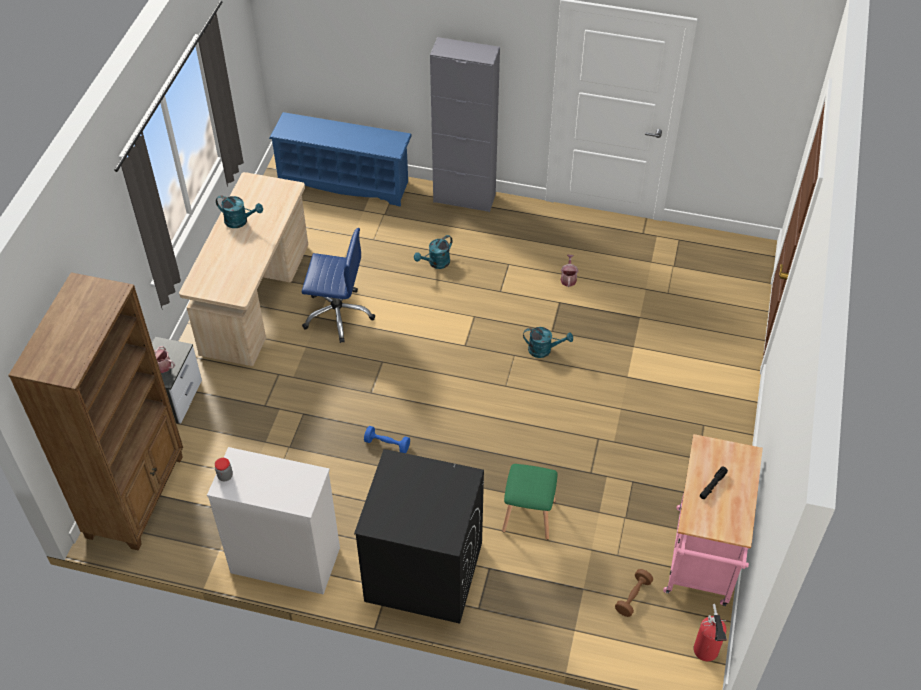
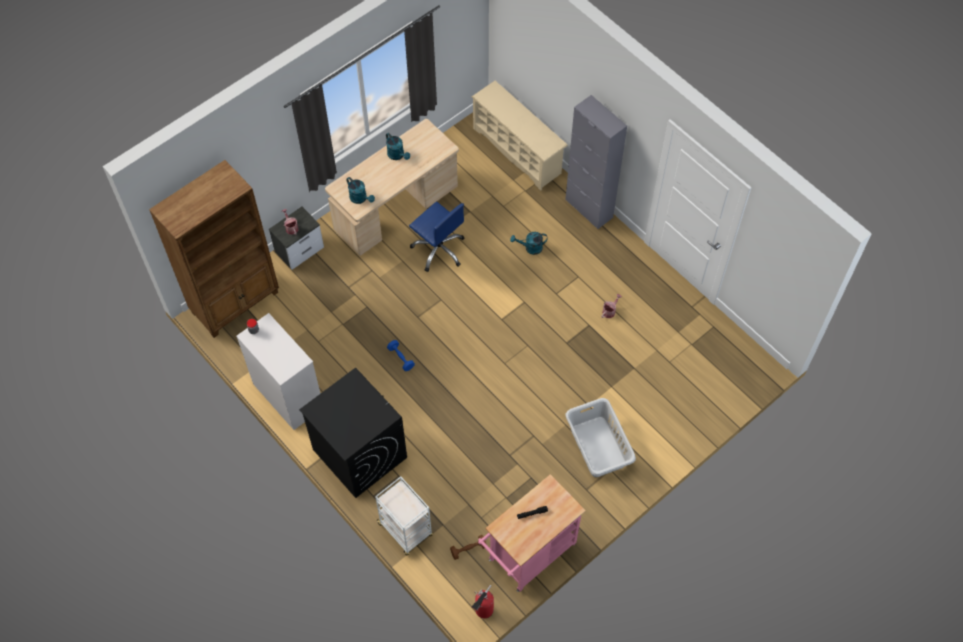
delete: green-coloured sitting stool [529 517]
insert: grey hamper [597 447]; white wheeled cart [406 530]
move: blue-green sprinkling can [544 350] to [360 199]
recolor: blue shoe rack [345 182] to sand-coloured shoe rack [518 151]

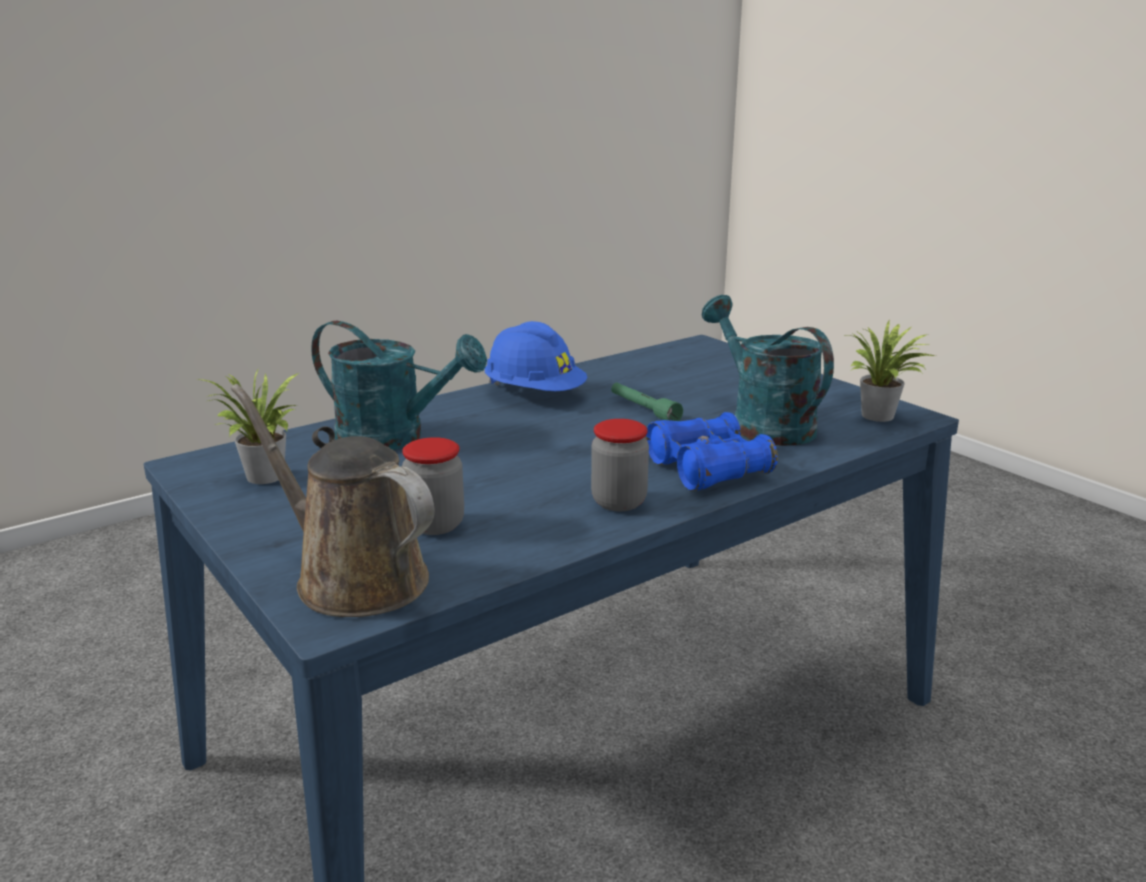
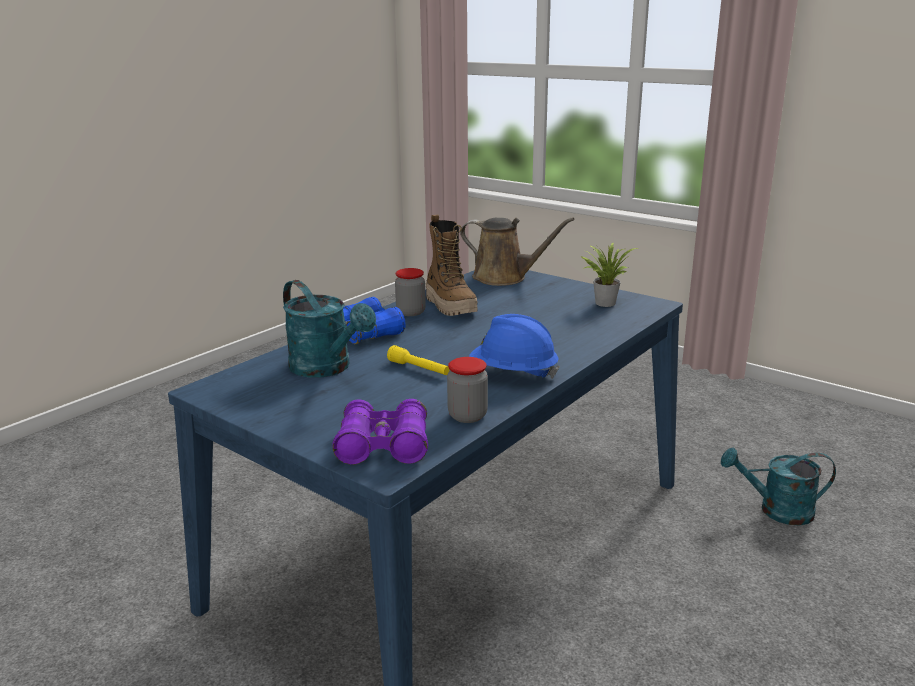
delete: plant in a pot [880 417]
insert: high-top boot [451 306]; purplish field glasses [383 446]
move: blue-green sprinkling can [395 438] to [776 510]; preserve jar [435 525] to [467 416]
recolor: green-coloured torch [643 410] to yellow-coloured torch [419 369]

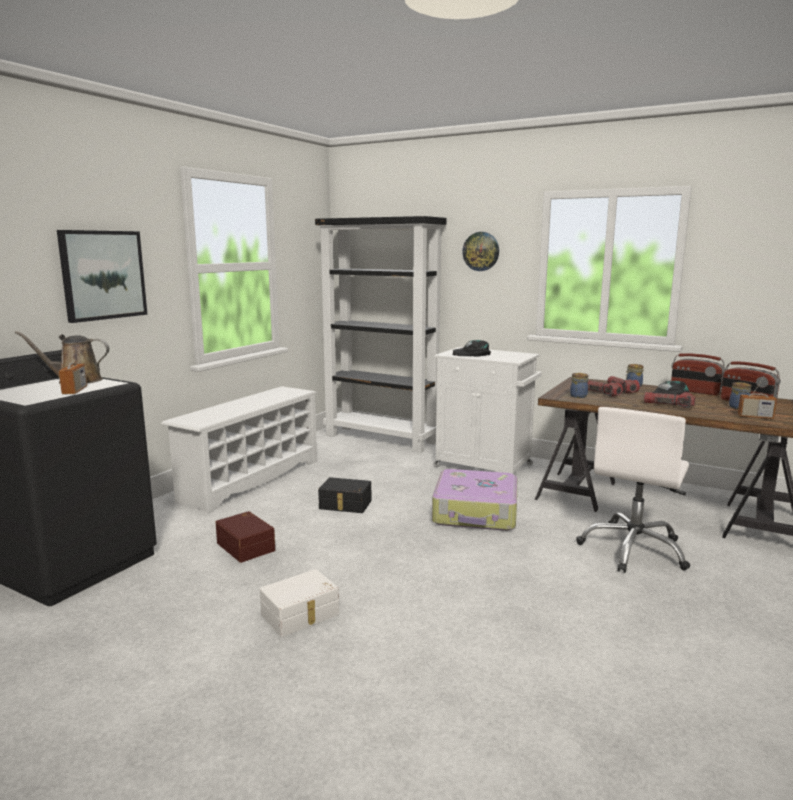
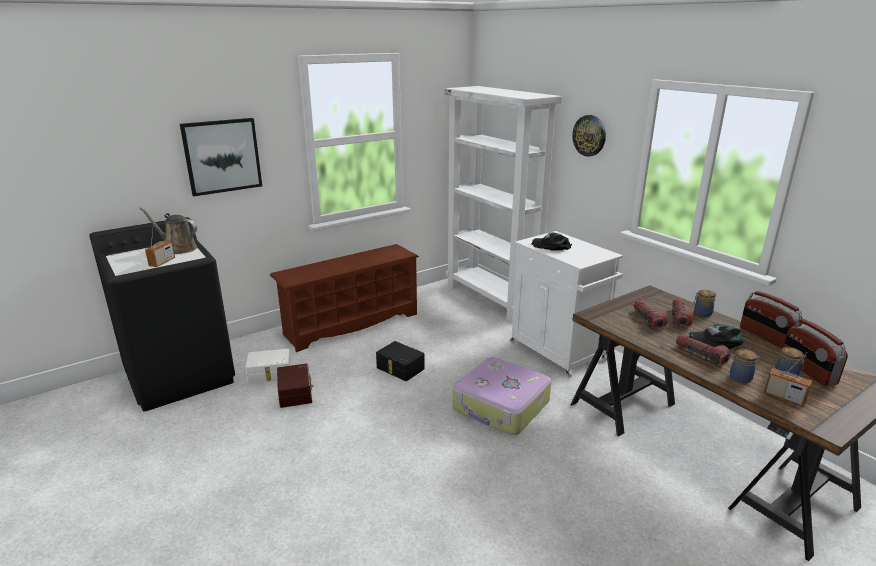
delete: white desk chair [634 549]
move: preserve jar [579 396] to [741 378]; white storage container [301 615] to [270 374]
recolor: blackish bookshelf [382 438] to white bookshelf [492 299]; white shoe rack [250 479] to brownish shoe rack [351 323]

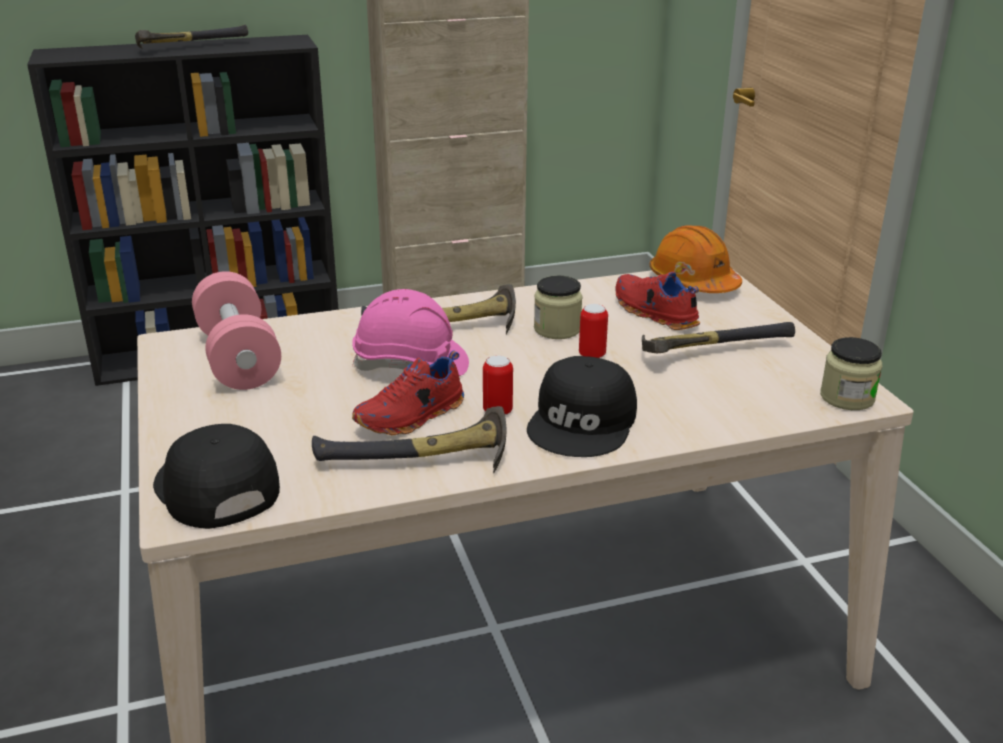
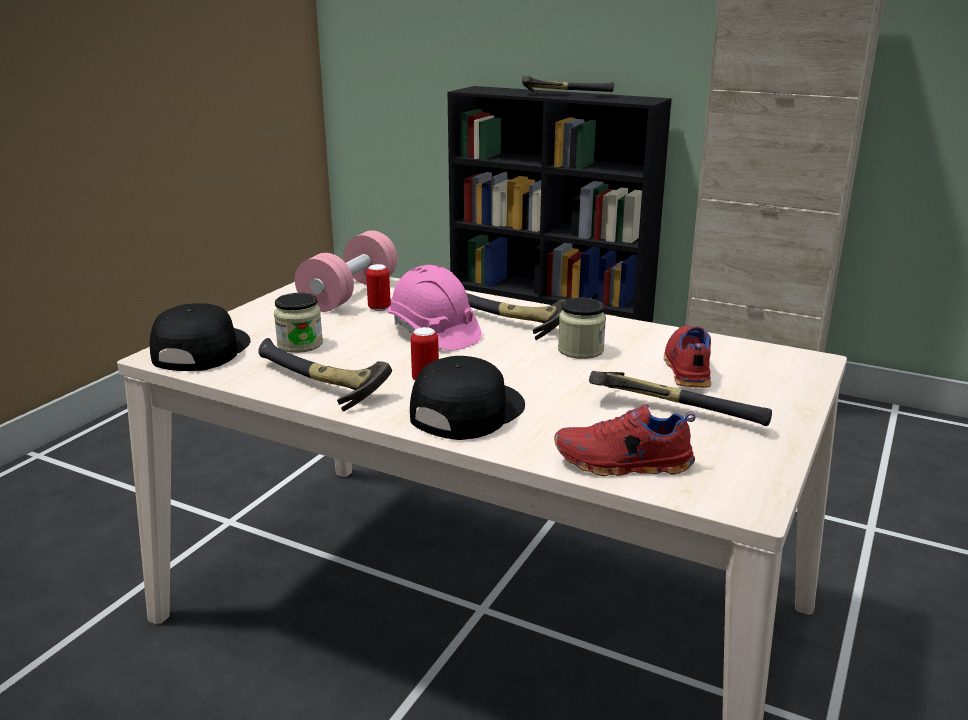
delete: orangey hard hat [693 282]
move: metal can [592 355] to [379 308]; preserve jar [847 397] to [300 344]; reddish shoe [412 417] to [623 464]
rotate: blackish cap [584 422] = [466 411] 150 degrees clockwise

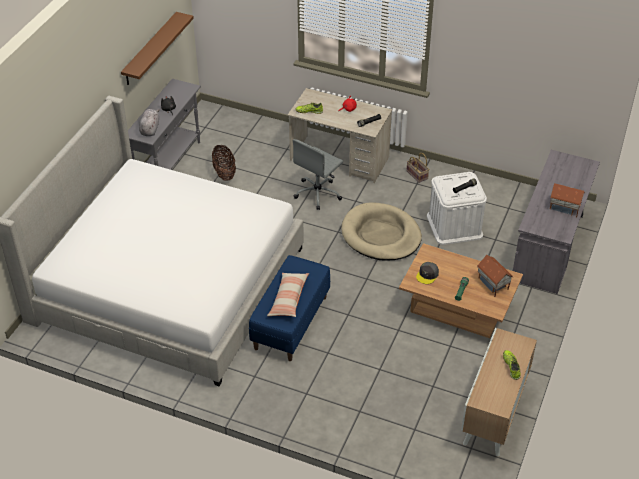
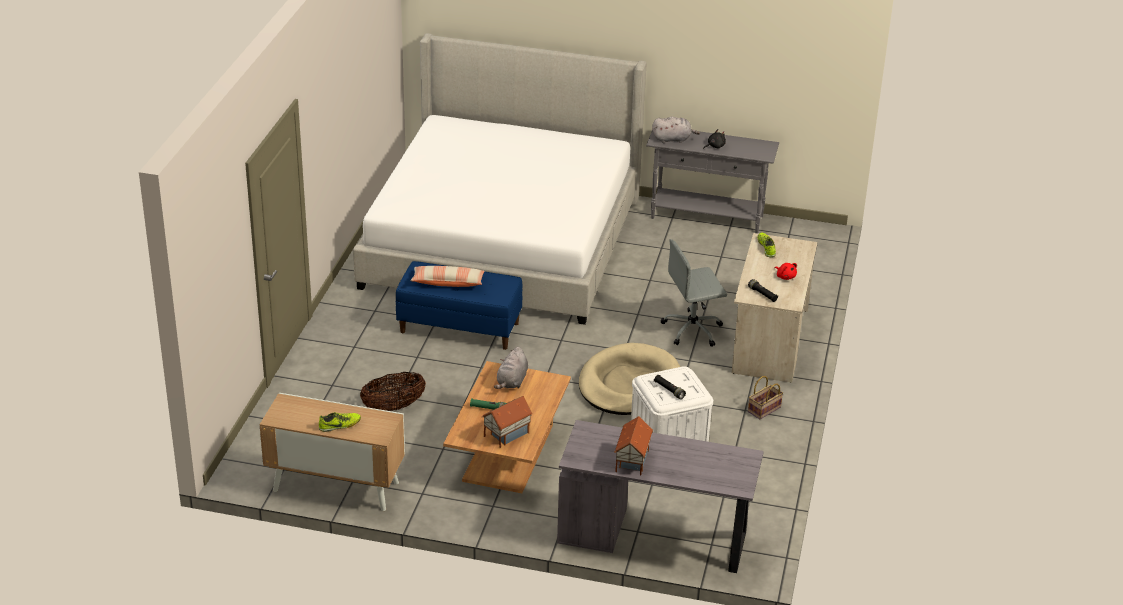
delete: brownish bracket shelf [150 49]
move: basket [224 173] to [393 407]
replace: grey cap [427 275] to grey plush toy [512 381]
rotate: grey desk chair [318 193] = [693 330] 45 degrees counterclockwise

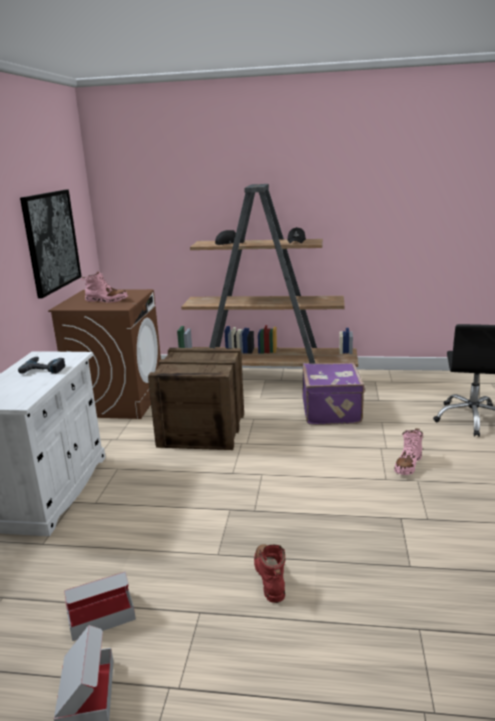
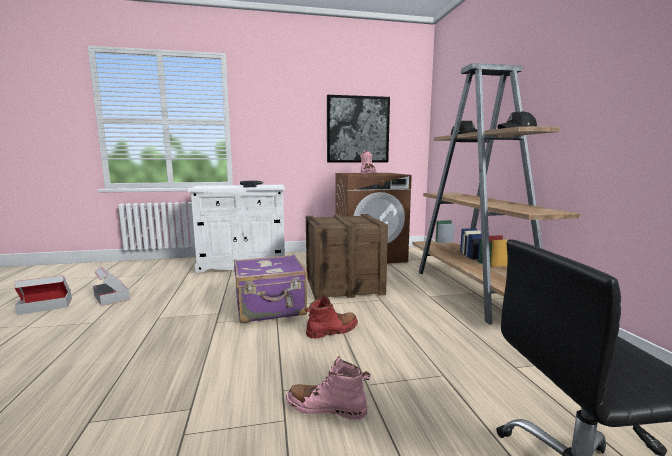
move: purplish travel case [332 411] to [271 309]; reddish high-top boot [270 578] to [332 330]

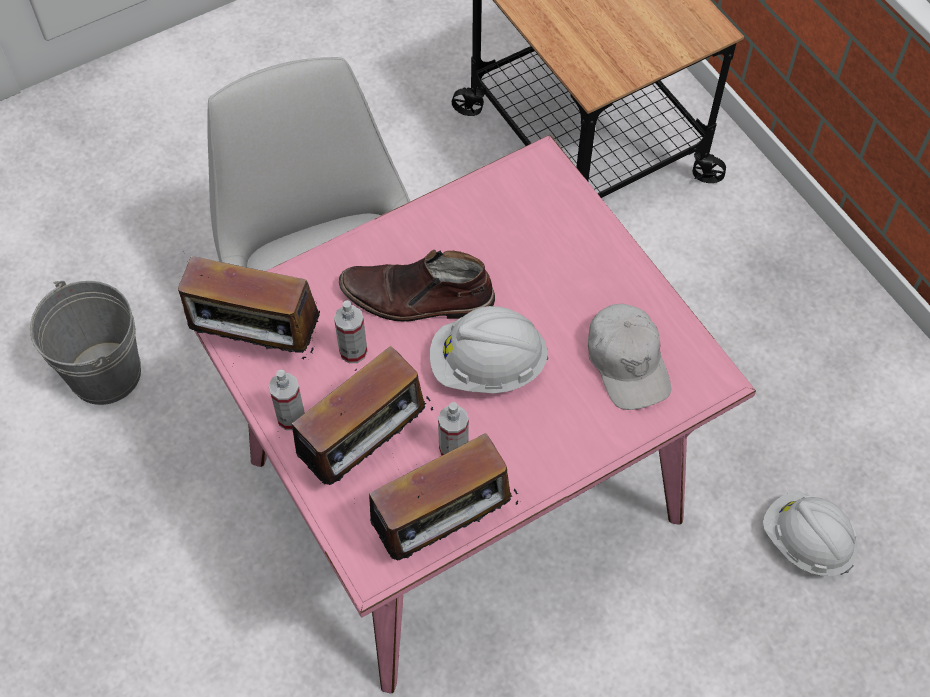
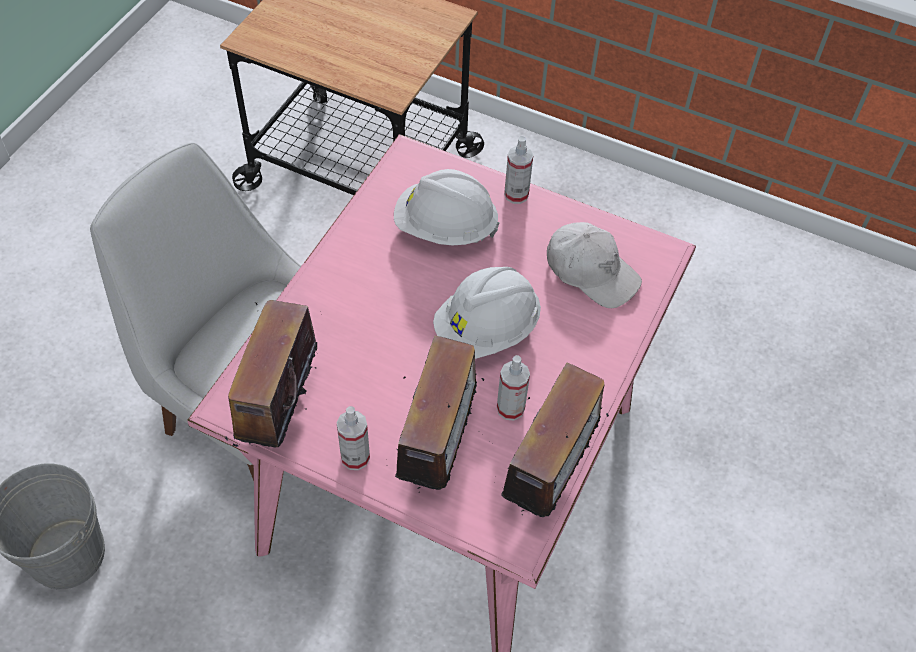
delete: brownish high-top boot [417 299]
move: sprayer [353 351] to [516 194]; white hard hat [806 542] to [445 228]
rotate: radio receiver [258 342] = [278 411] 120 degrees clockwise

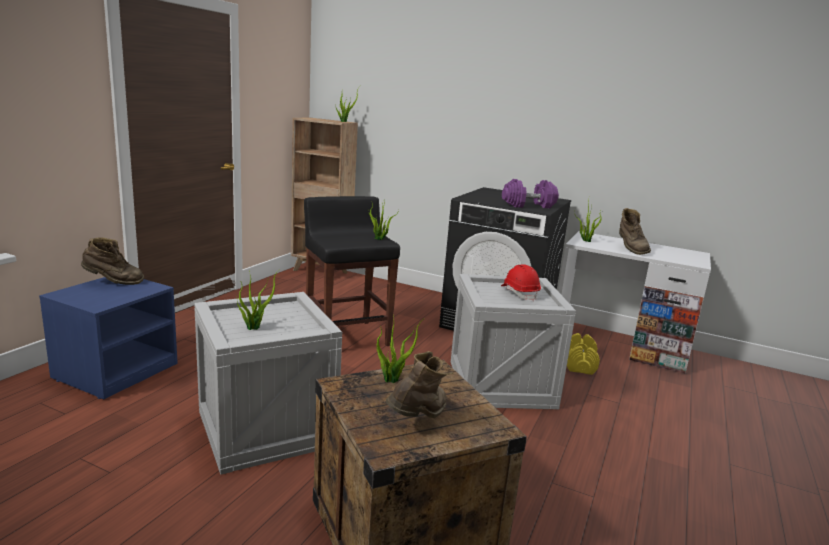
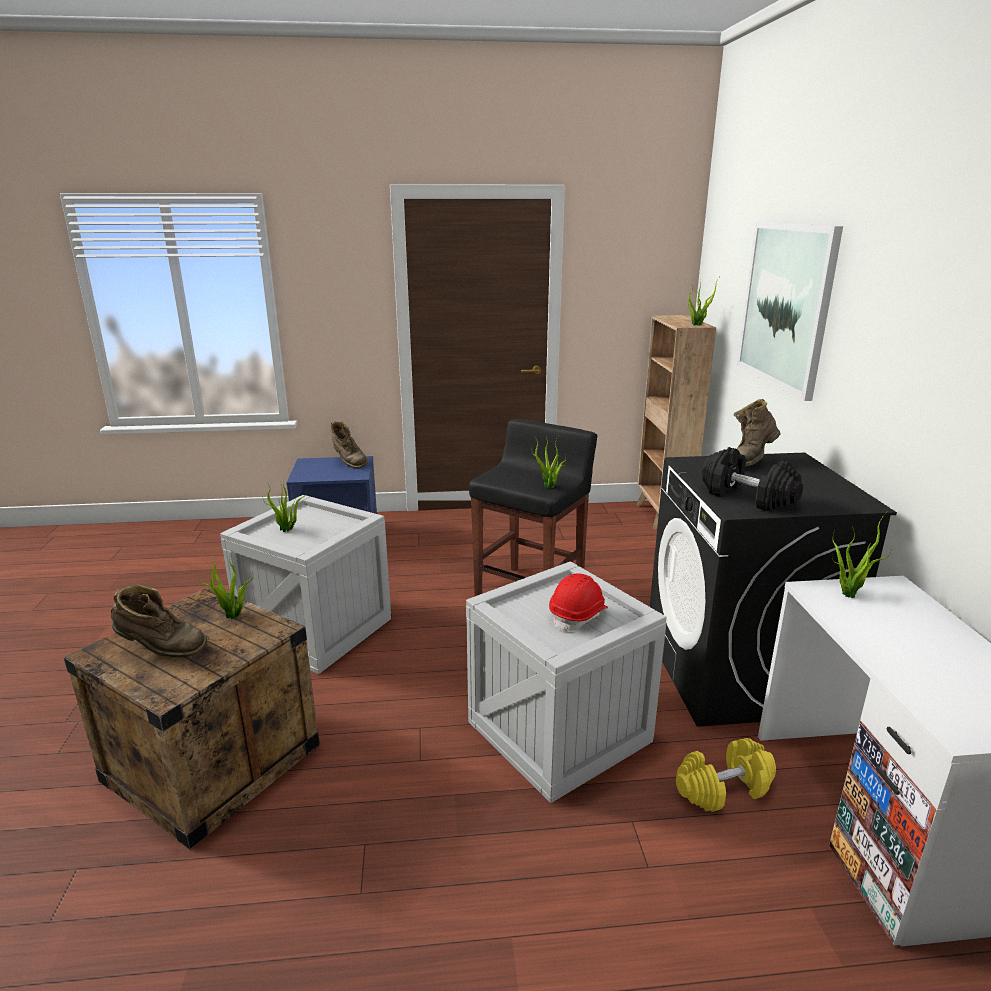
insert: picture [786 305]
move: brownish high-top boot [630 249] to [751 461]
recolor: purplish dumbbell [528 205] to blackish dumbbell [748 497]

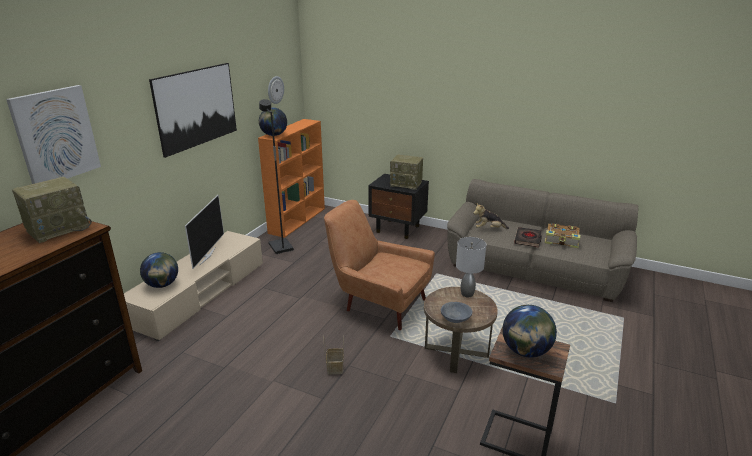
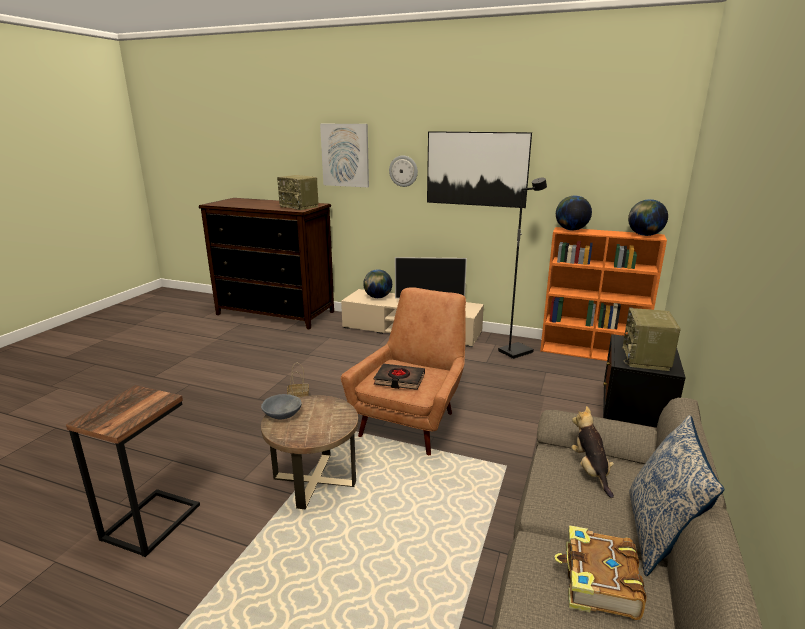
delete: grey lamp for a table [467 294]
insert: pillow [659 534]
move: wall clock [275 90] to [403 171]; blackish volume [528 239] to [399 380]; world globe [525 351] to [644 235]

